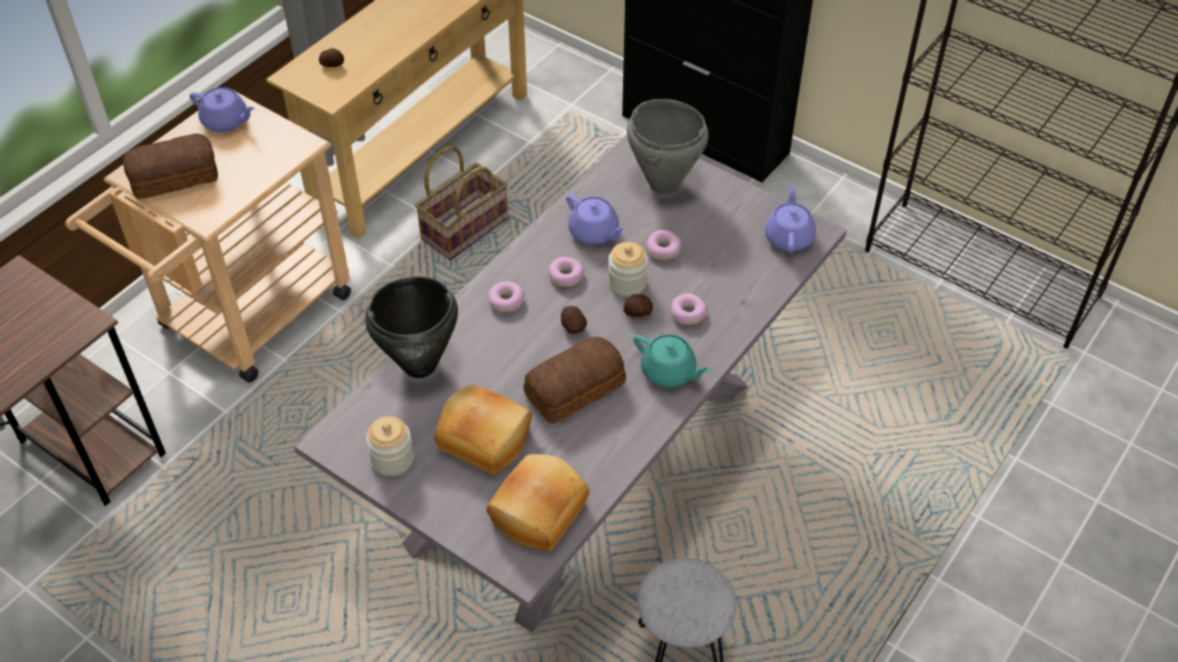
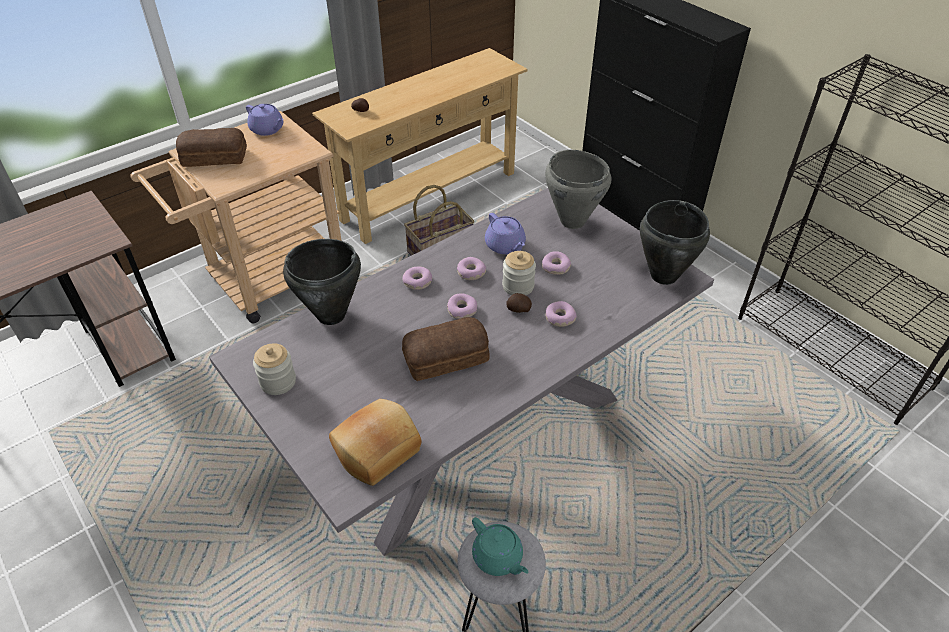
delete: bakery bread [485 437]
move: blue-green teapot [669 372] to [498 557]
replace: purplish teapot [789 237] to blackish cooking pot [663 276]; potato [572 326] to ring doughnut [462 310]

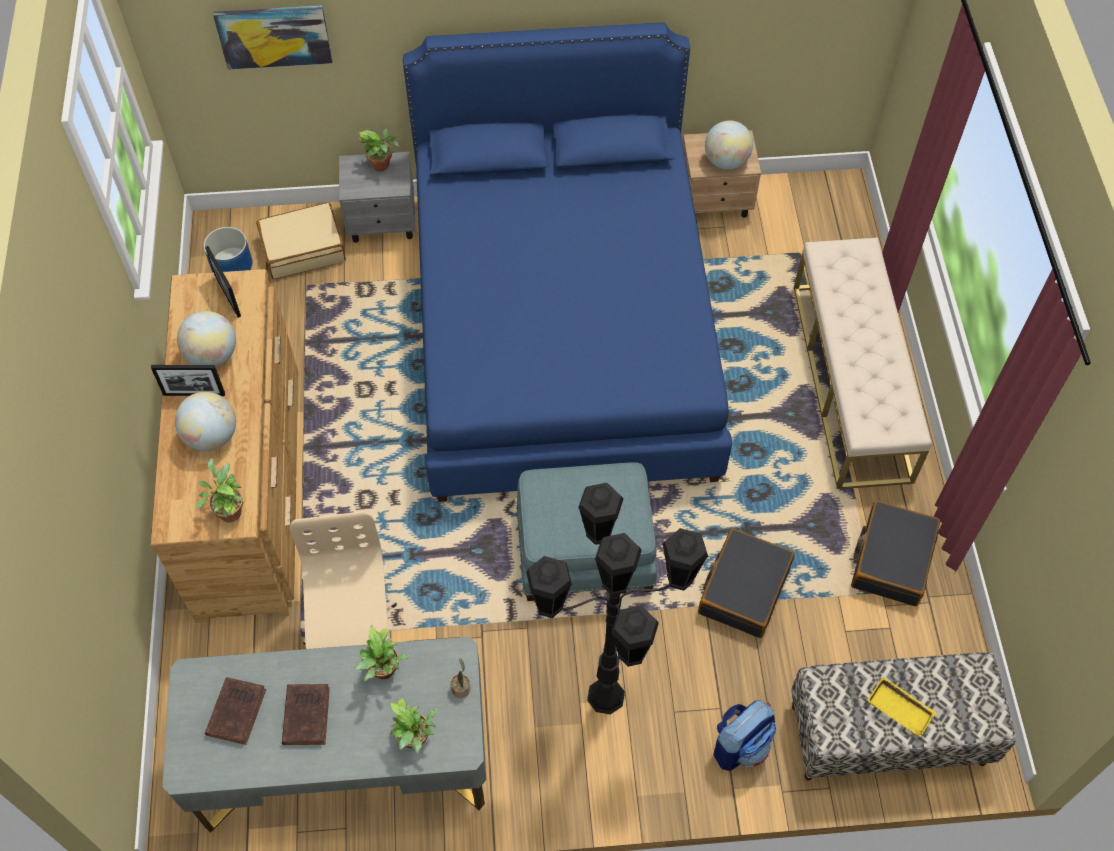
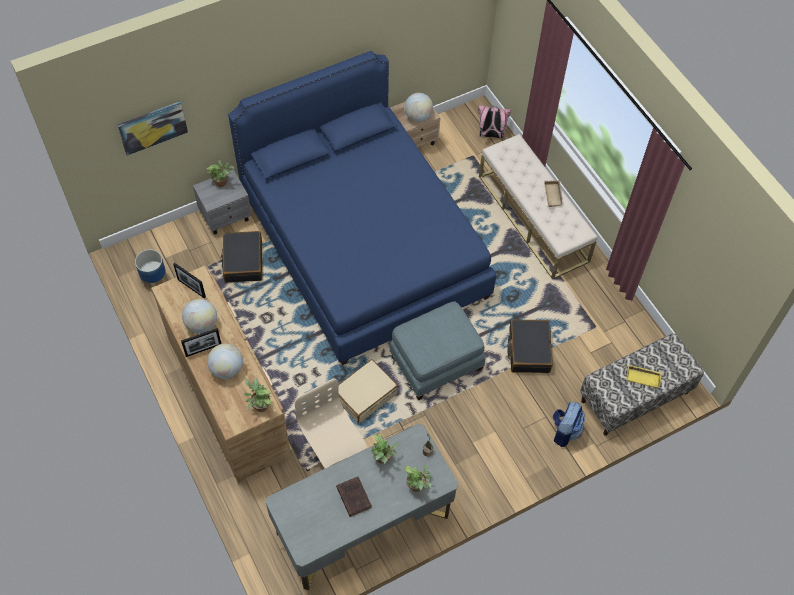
delete: blackish standing lamp [607 696]; brownish volume [237 710]
insert: pinkish backpack [491 135]; sand-coloured serving tray [554 195]
move: sand-coloured travel case [303 249] to [365 395]; blackish travel case [891 559] to [243 261]

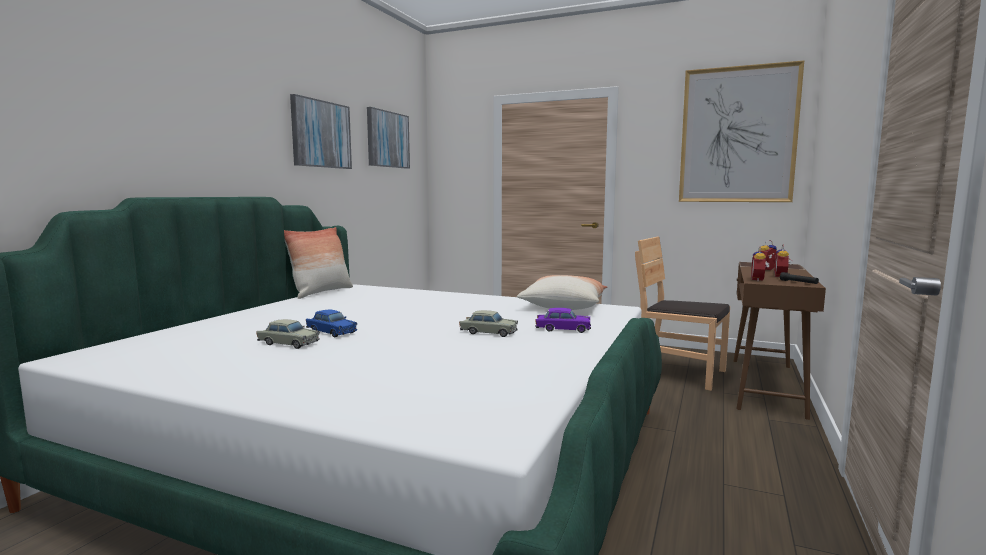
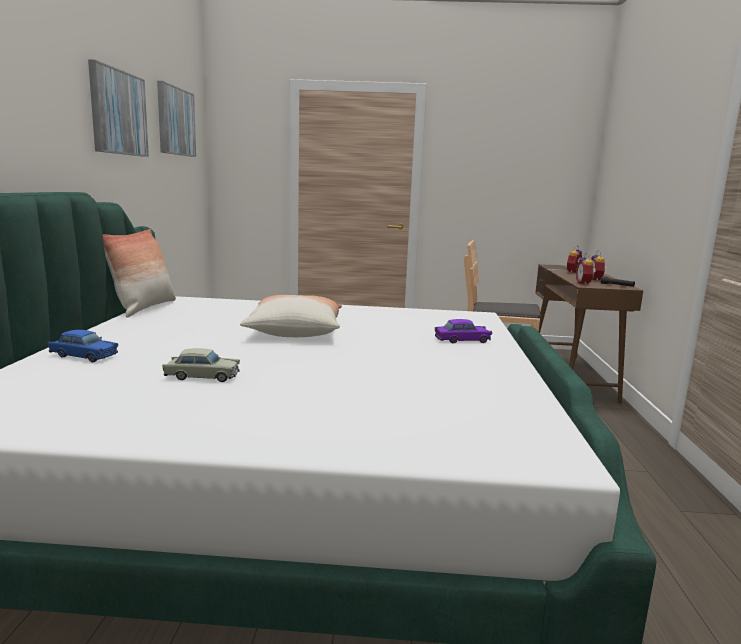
delete: picture [737 135]; sand-coloured model car [488 332]
move: pillow [564 306] to [295 331]; blue model car [331 332] to [84 356]

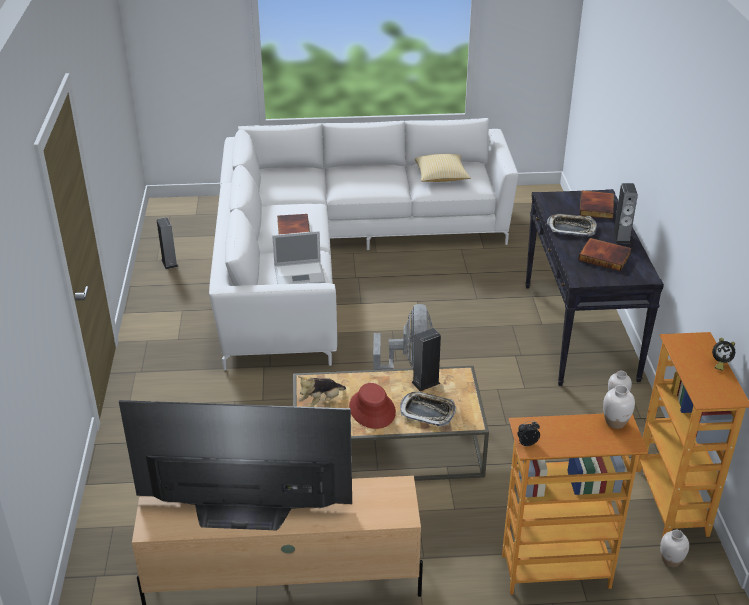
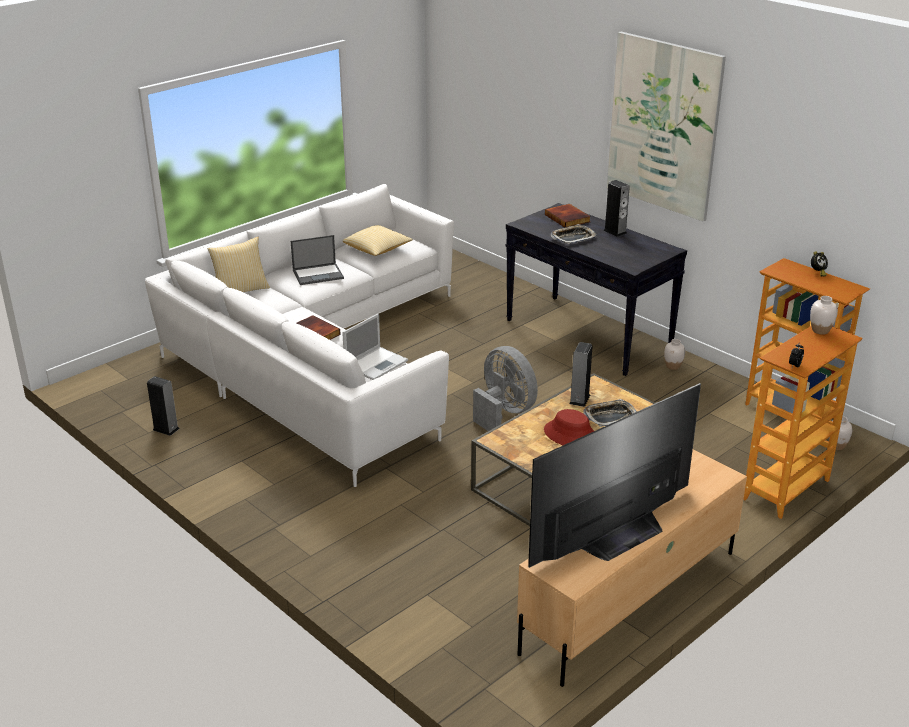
delete: volume [605 256]; plush toy [321 402]
insert: picture [663 126]; notebook computer [318 274]; pillow [241 290]

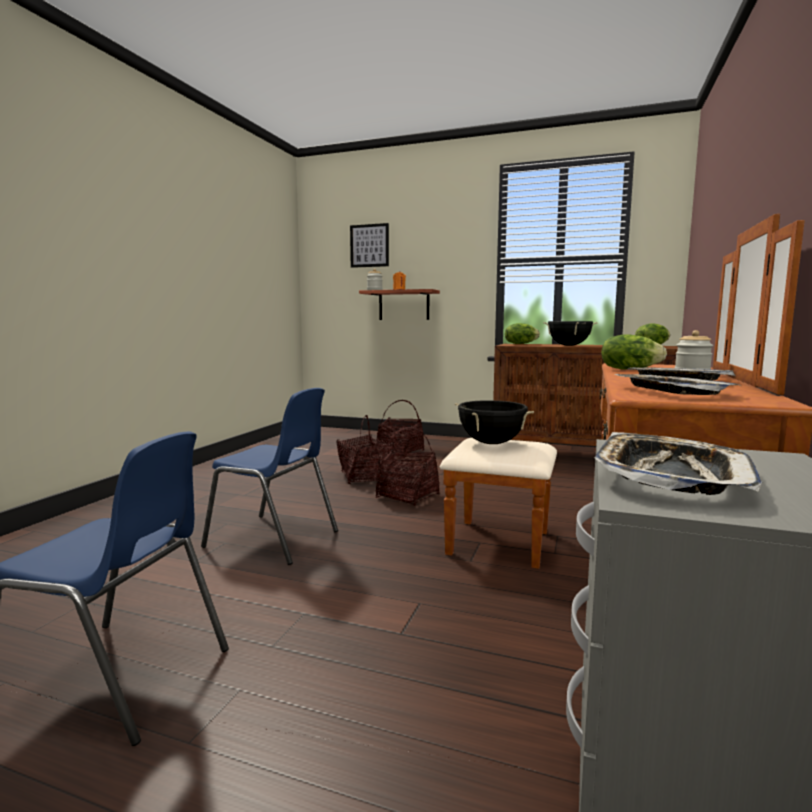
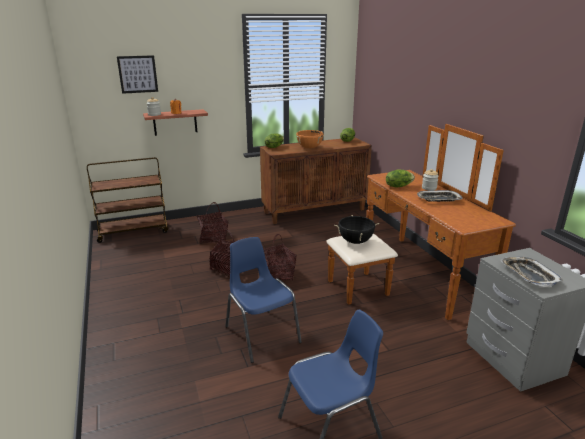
delete: serving tray [671 391]
insert: brownish wheeled cart [134 231]
recolor: blackish cooking pot [569 345] to orangey cooking pot [309 148]
rotate: blue upright chair [274 539] = [261 334] 105 degrees counterclockwise

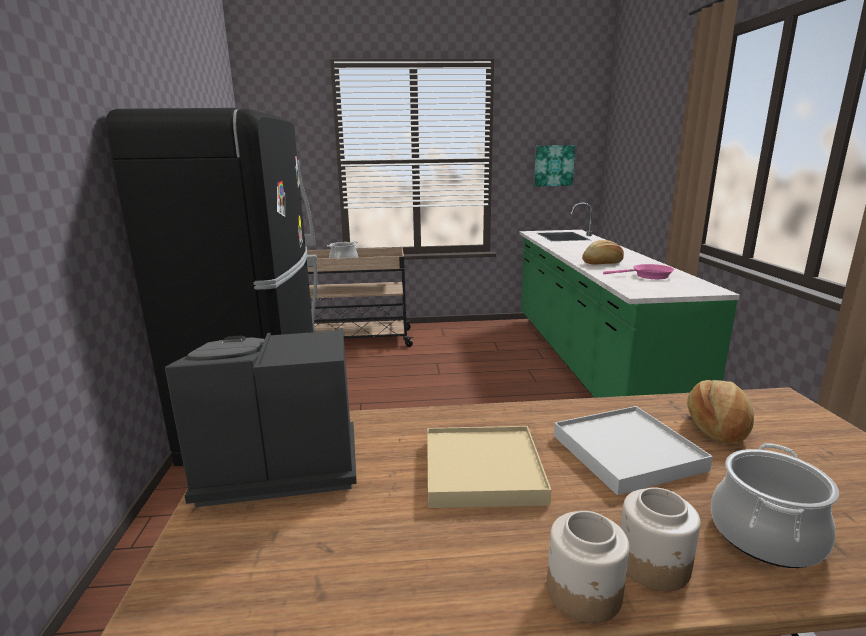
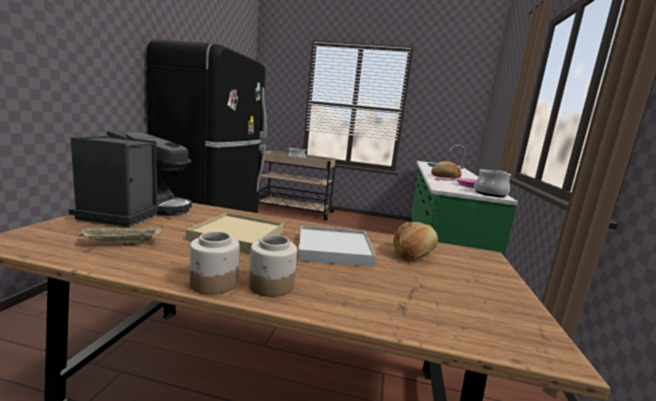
delete: picture [553 165]
insert: sand-coloured serving tray [121 244]
move: cooking pot [766 536] to [490 194]
rotate: coffee brewer [276 467] = [137 212] 90 degrees clockwise

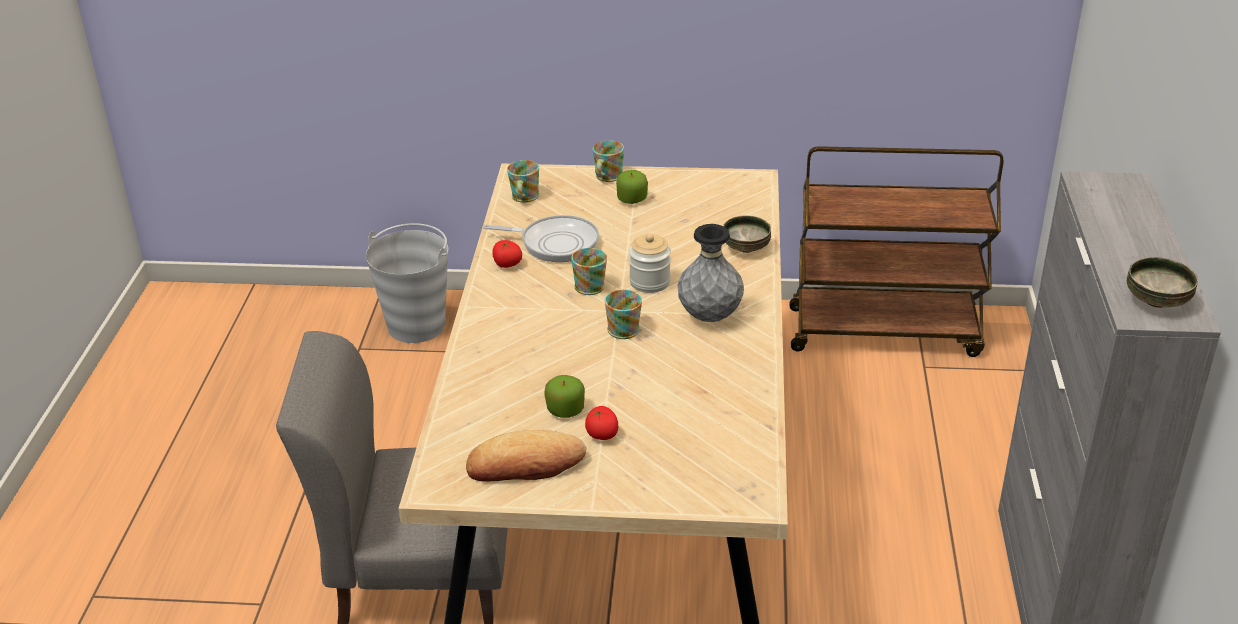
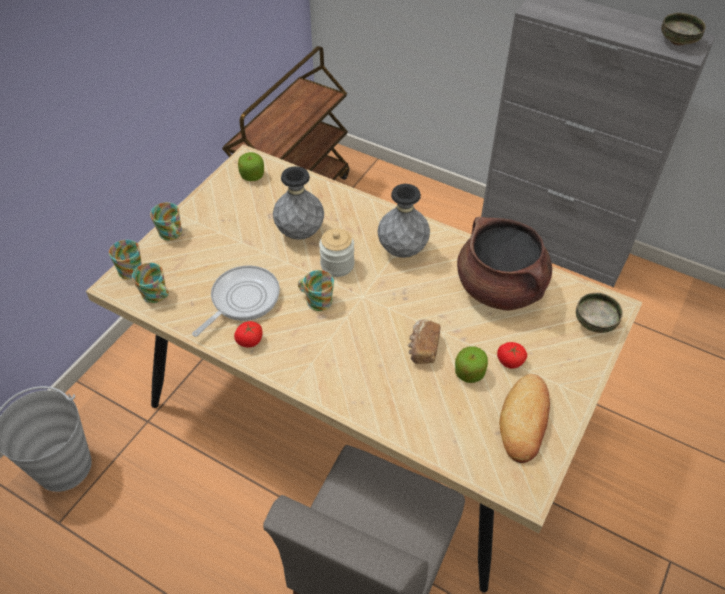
insert: grey vase [300 233]; brownish cooking pot [500 288]; bakery bread [422 348]
move: apple fruit [632 199] to [252 175]; bowl [746 248] to [594 322]; tea mug [626 328] to [129 267]

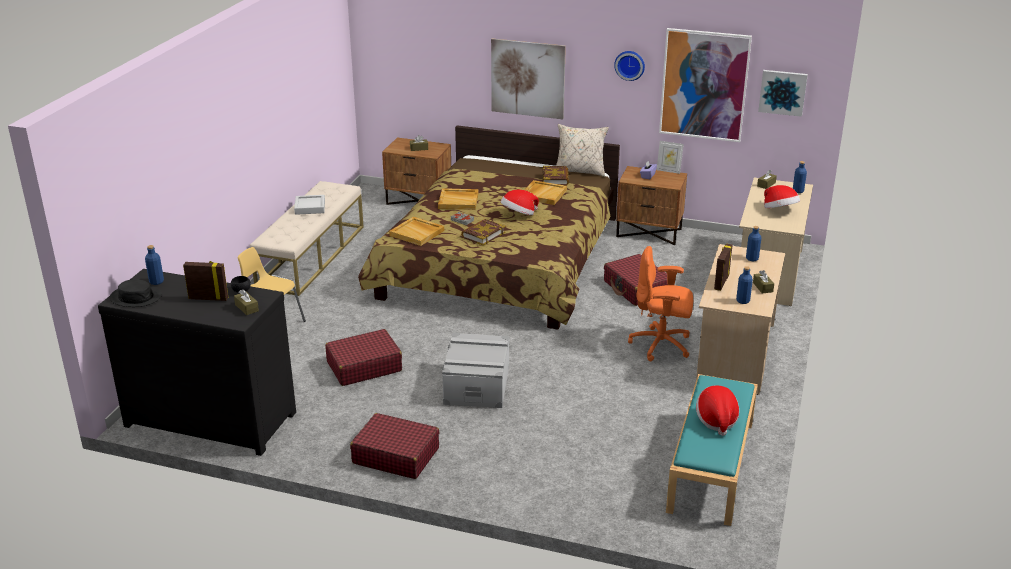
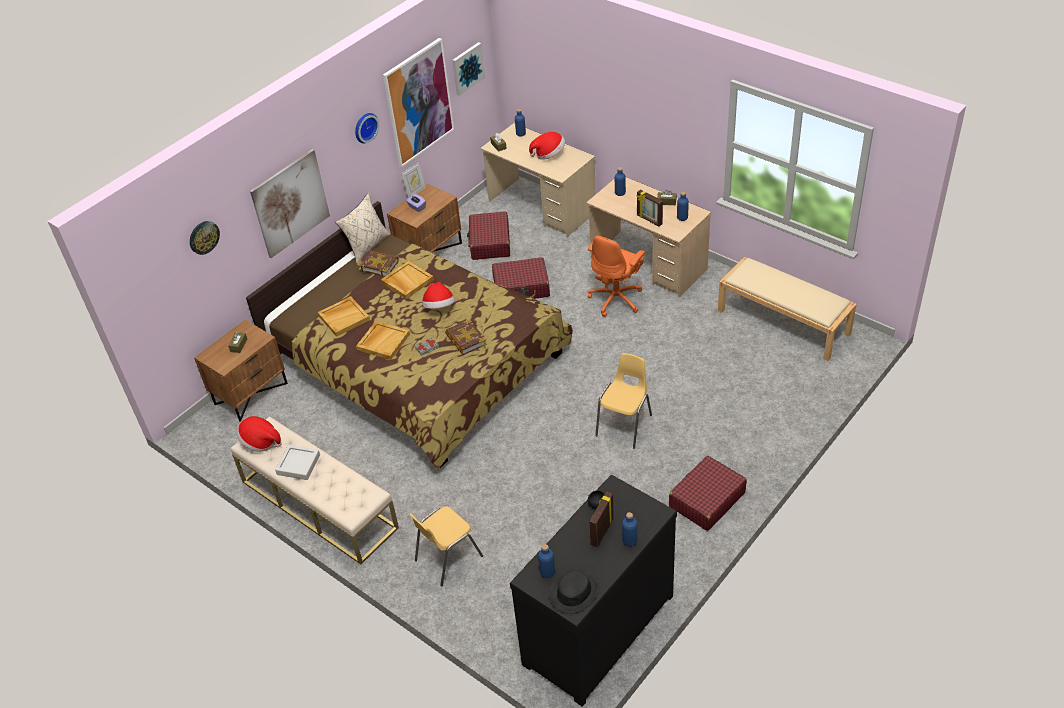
delete: brownish box of tissues [246 308]
insert: wall clock [203 237]; blue bottle [629 540]
move: sand-coloured serving tray [417 233] to [344 317]; reddish travel case [364 366] to [490 243]; wearable hat [716 420] to [260 442]
replace: grey storage container [477 385] to yellow-coloured upright chair [625 425]
recolor: blue-green indoor bench [711 467] to sand-coloured indoor bench [784 322]

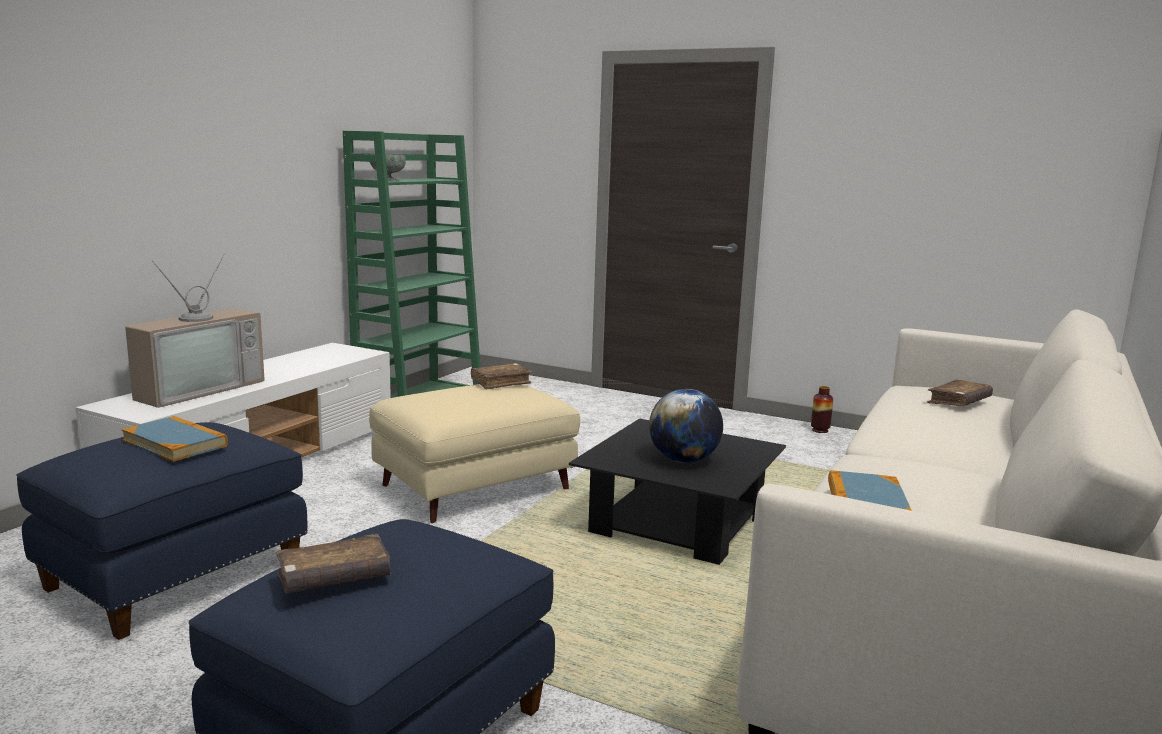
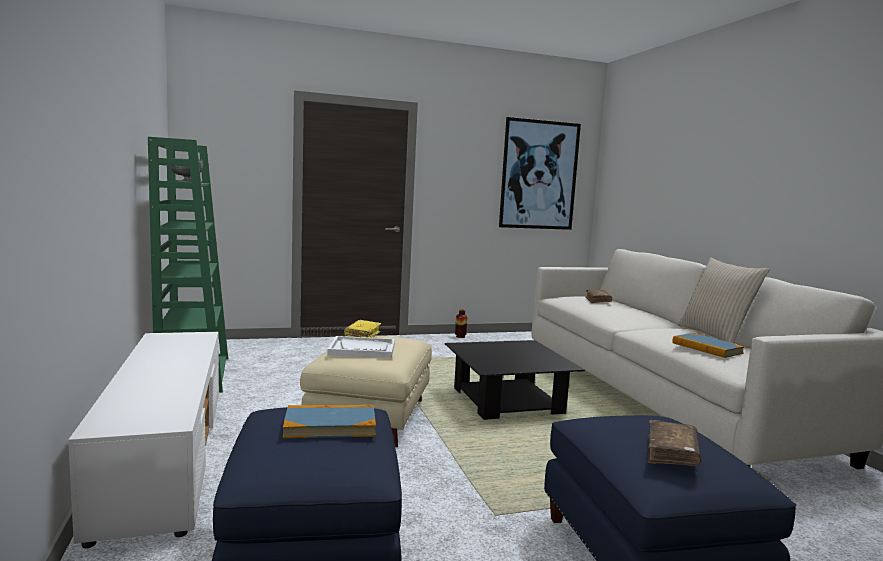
delete: television [197 388]; world globe [683 460]
insert: picture [539 175]; sand-coloured pillow [715 336]; white serving tray [362 349]
recolor: brownish volume [501 382] to yellow-coloured volume [363 335]

